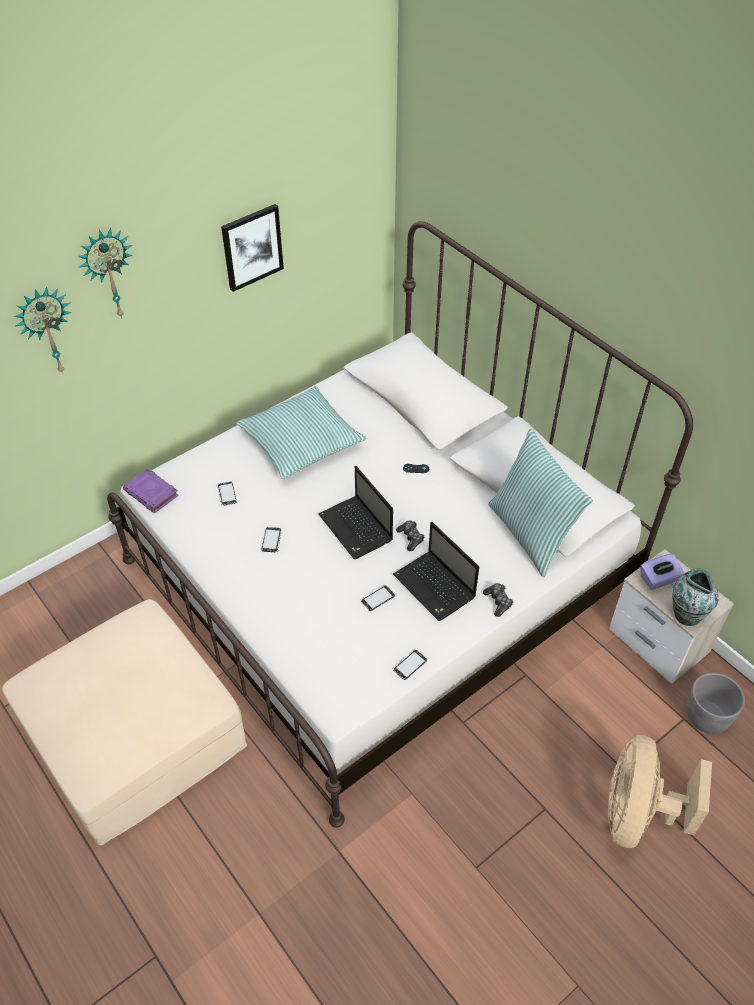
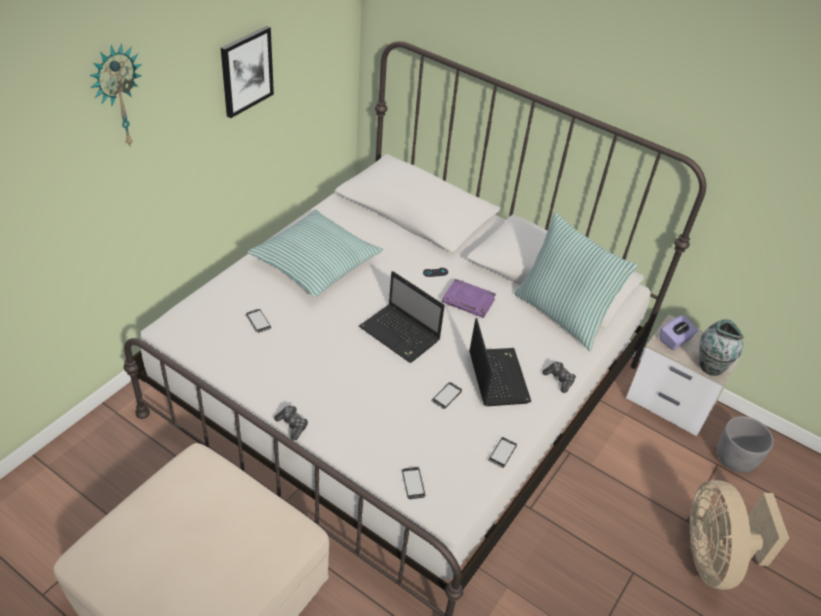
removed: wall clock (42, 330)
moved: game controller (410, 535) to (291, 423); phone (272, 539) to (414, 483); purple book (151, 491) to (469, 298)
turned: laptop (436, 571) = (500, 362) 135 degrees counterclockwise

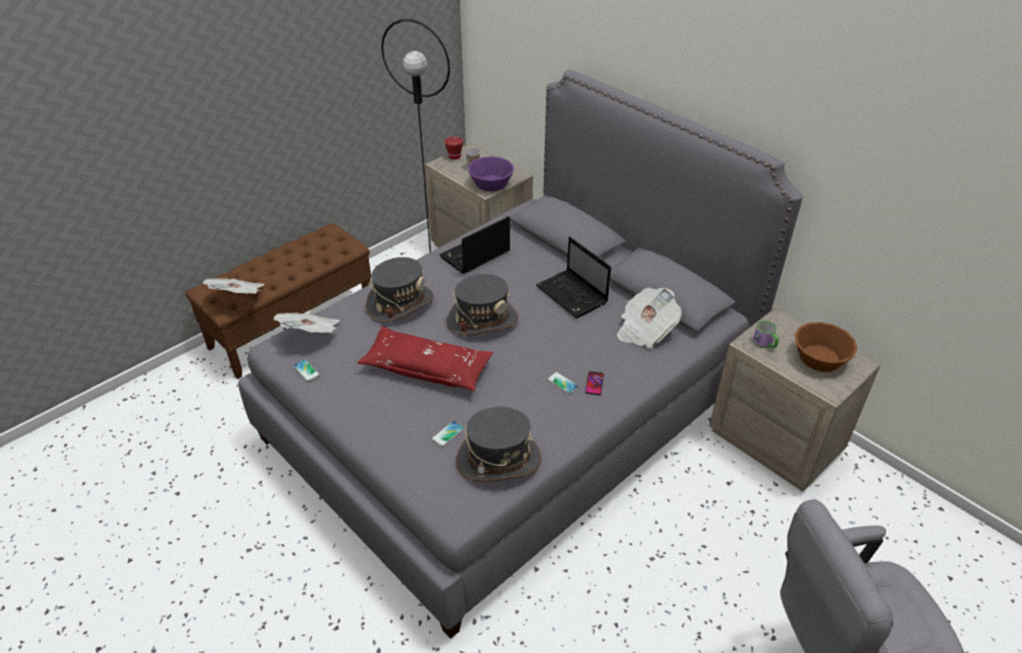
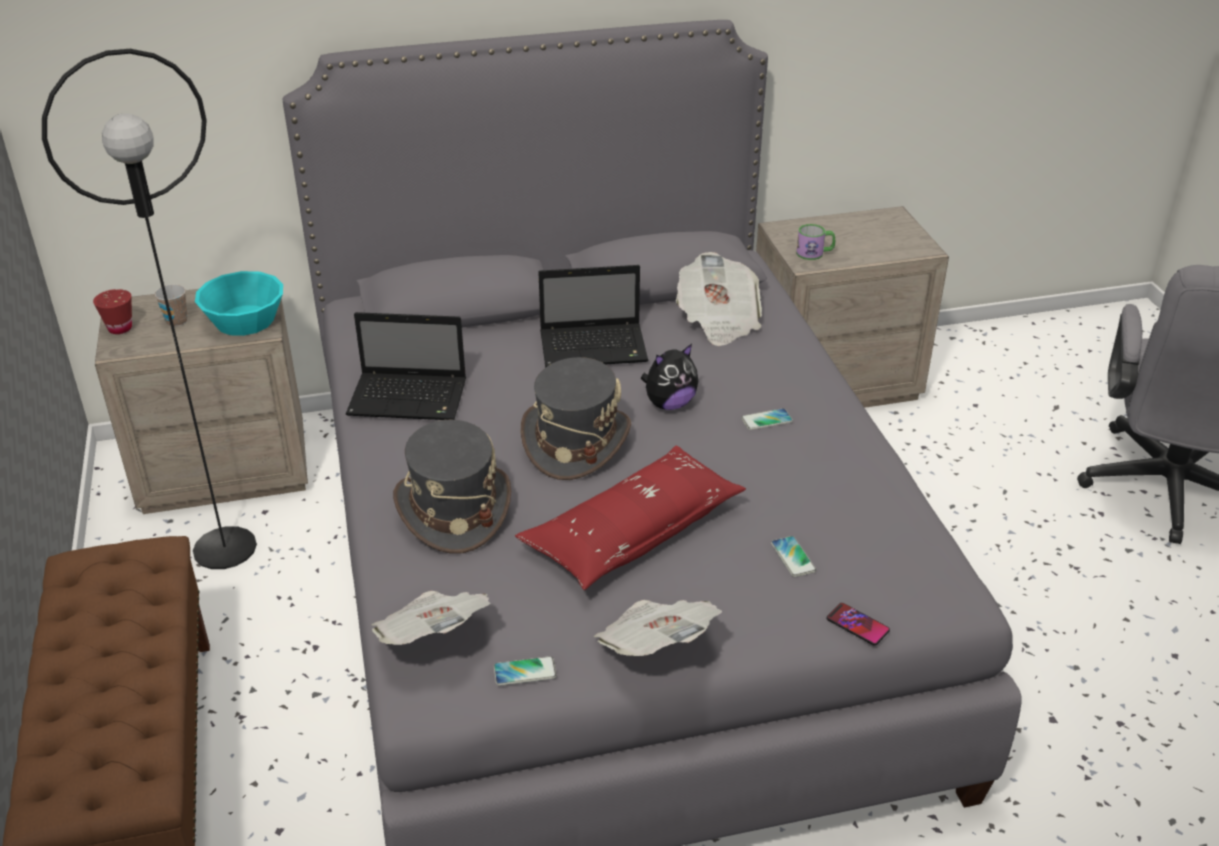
removed: grey hat (499, 444); brown bowl (826, 347)
added: plush toy (669, 377)
moved: newspaper (233, 286) to (658, 628); phone (594, 383) to (858, 624)
recoloured: purple bowl (491, 174) to turquoise bowl (239, 303)
turned: laptop (475, 245) = (406, 366) 75 degrees counterclockwise

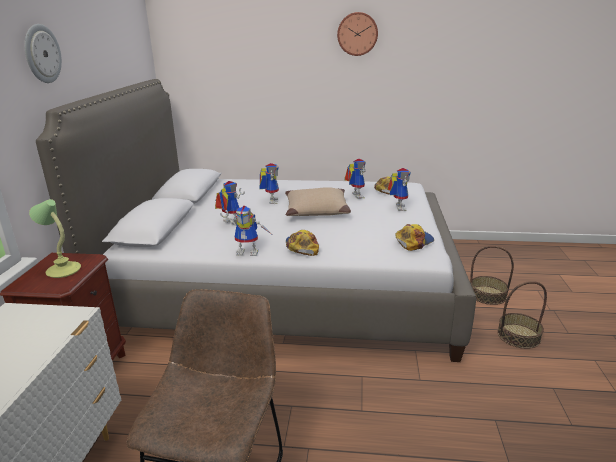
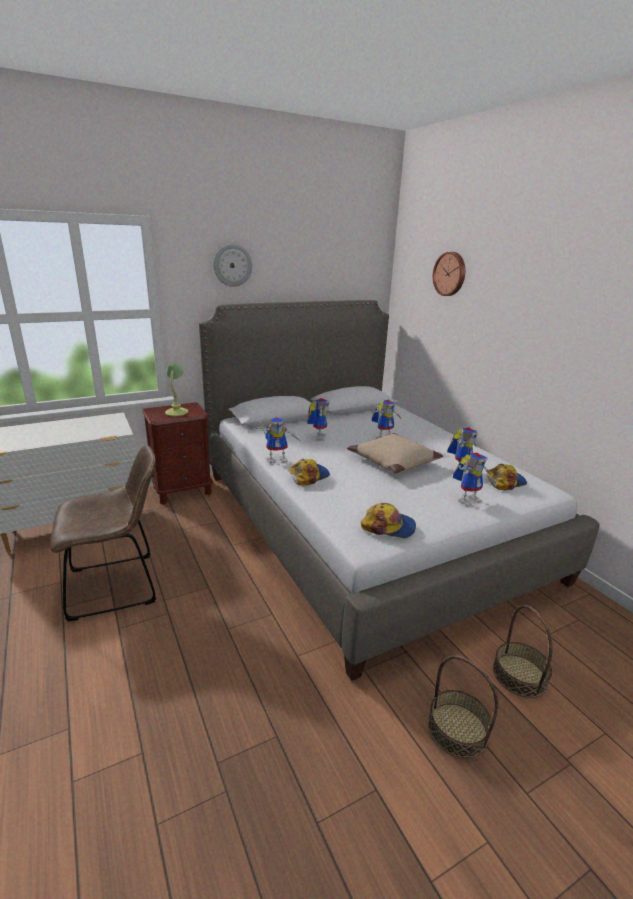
moved: wall clock (357, 34) to (449, 274)
turned: toy robot (246, 230) = (278, 440) 75 degrees counterclockwise

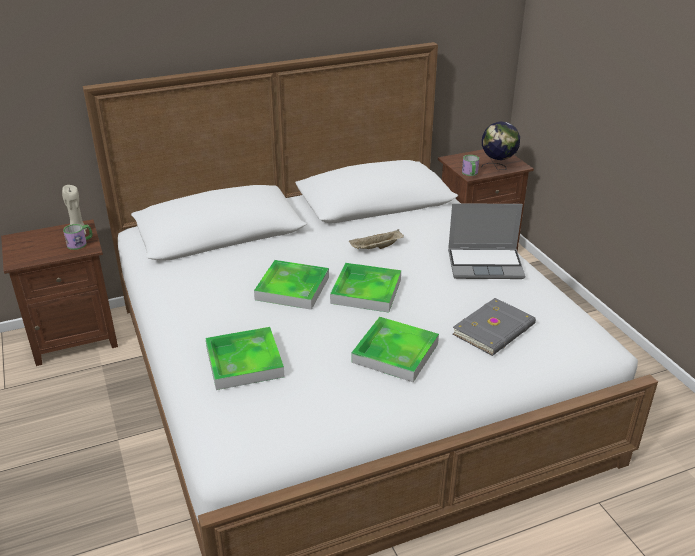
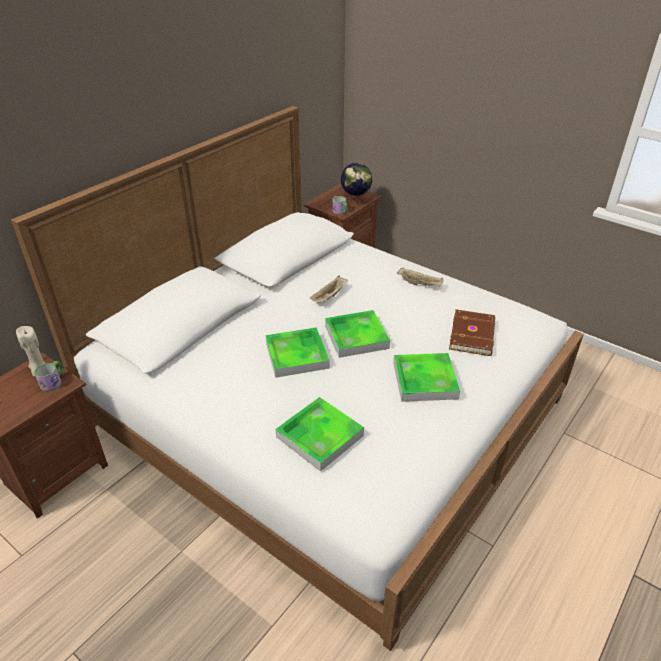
replaced: laptop (486, 241) to beige tray (420, 277)
recoloured: grey book (494, 327) to brown book (472, 332)

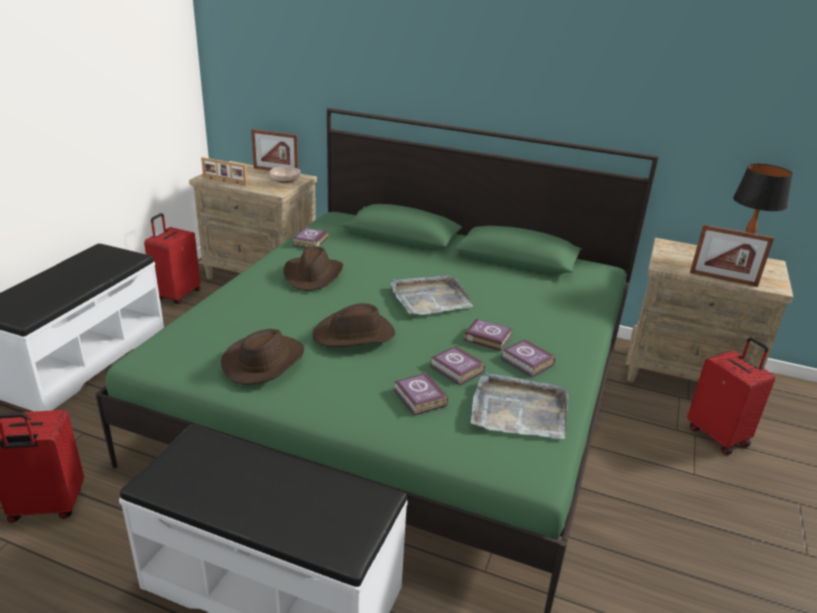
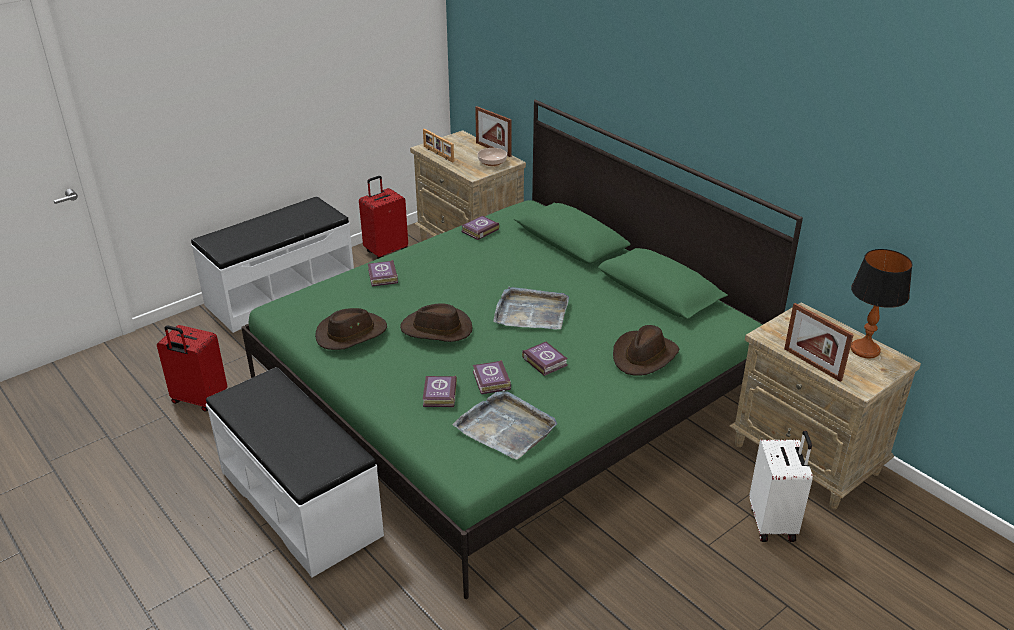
moved: book (528, 358) to (383, 273); brown hat (313, 268) to (646, 350)
recoloured: red suitcase (731, 396) to white suitcase (781, 486)

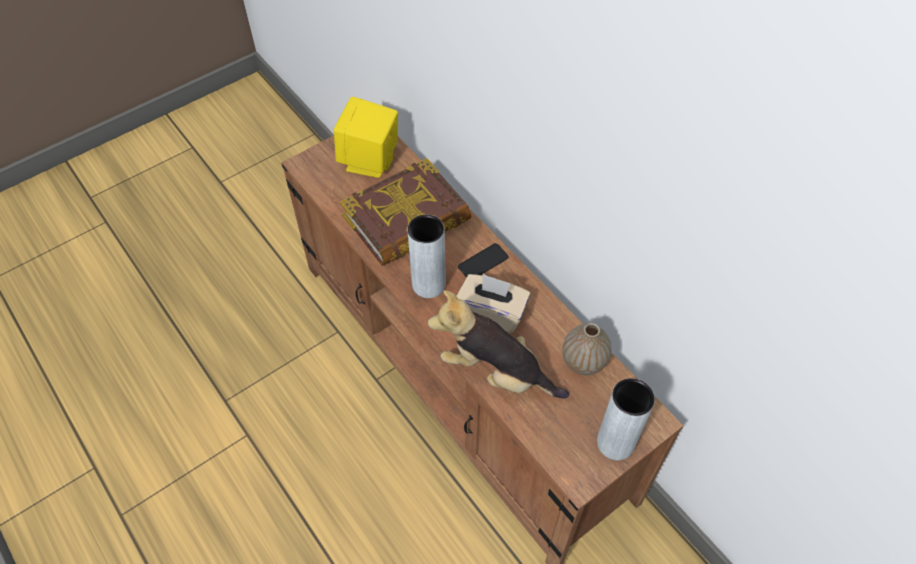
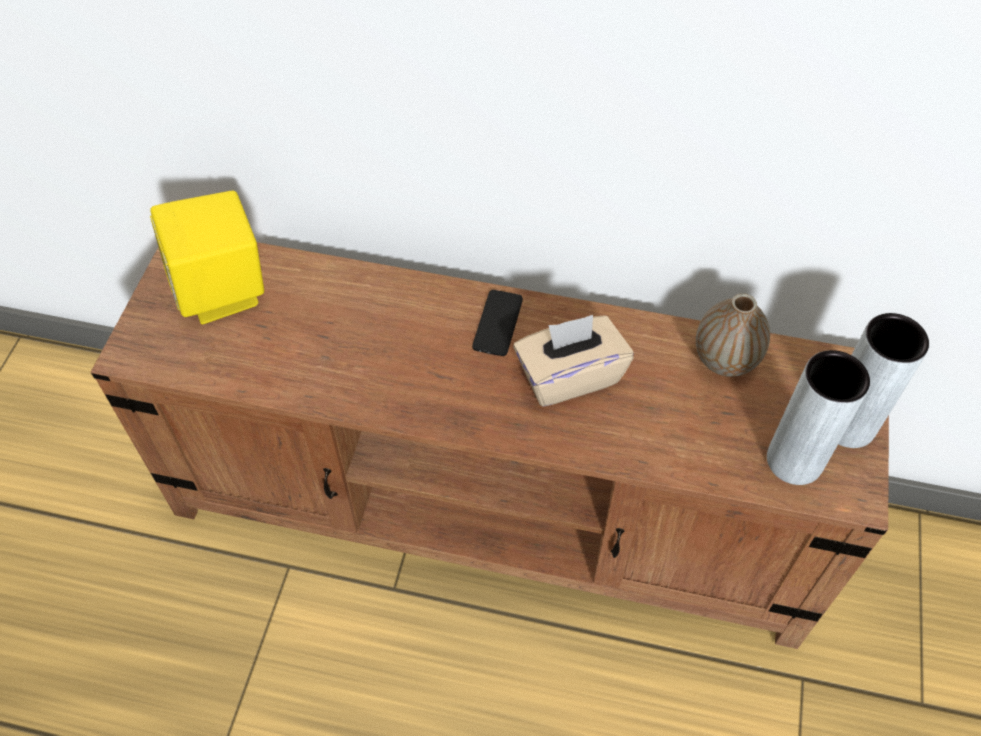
removed: book (406, 212); plush toy (498, 344)
moved: grey vase (426, 256) to (818, 417)

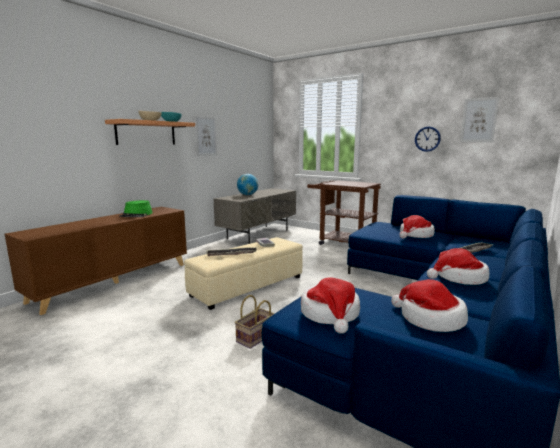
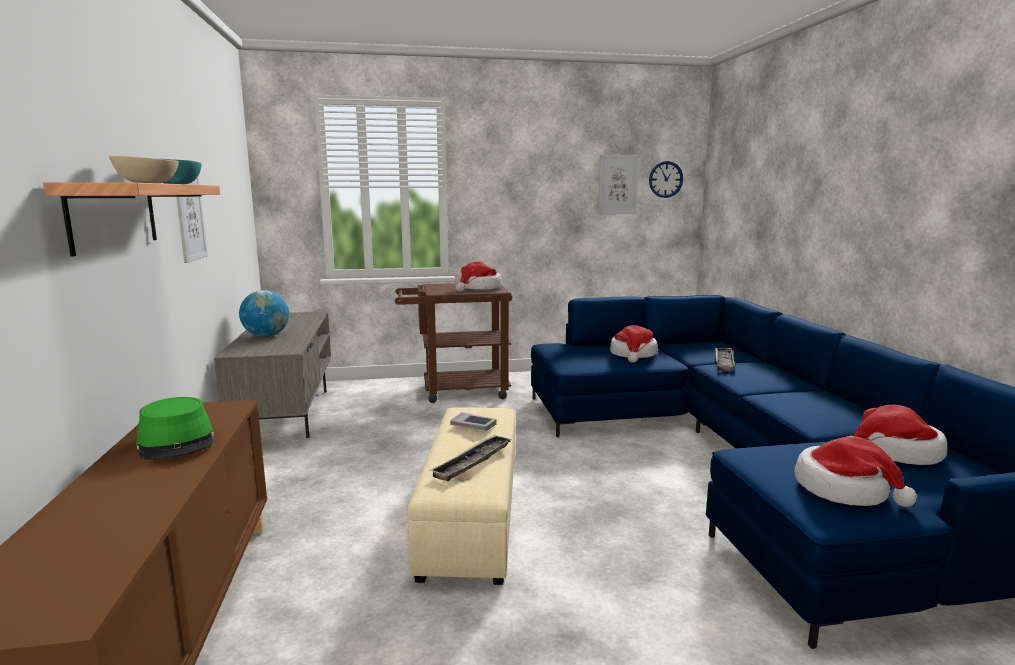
removed: basket (255, 322)
moved: hat (458, 266) to (479, 277); wall clock (428, 139) to (666, 179)

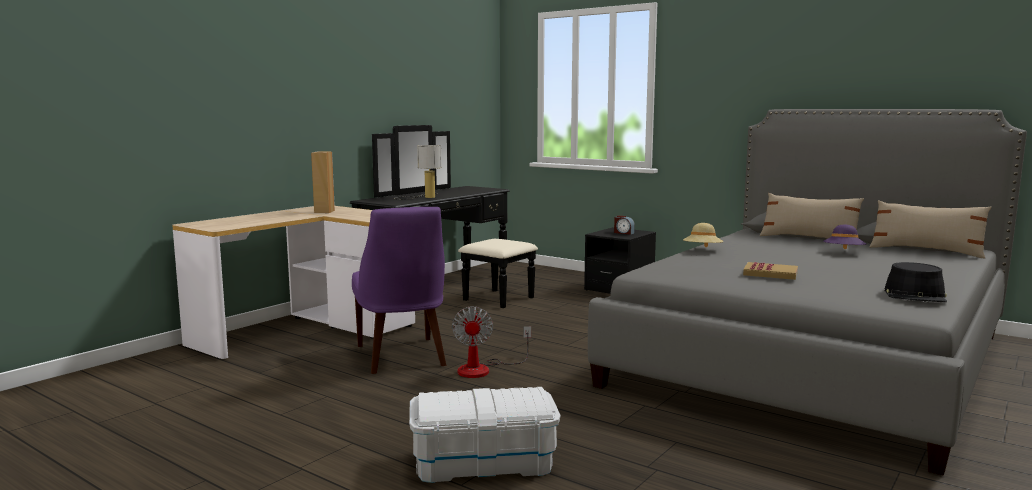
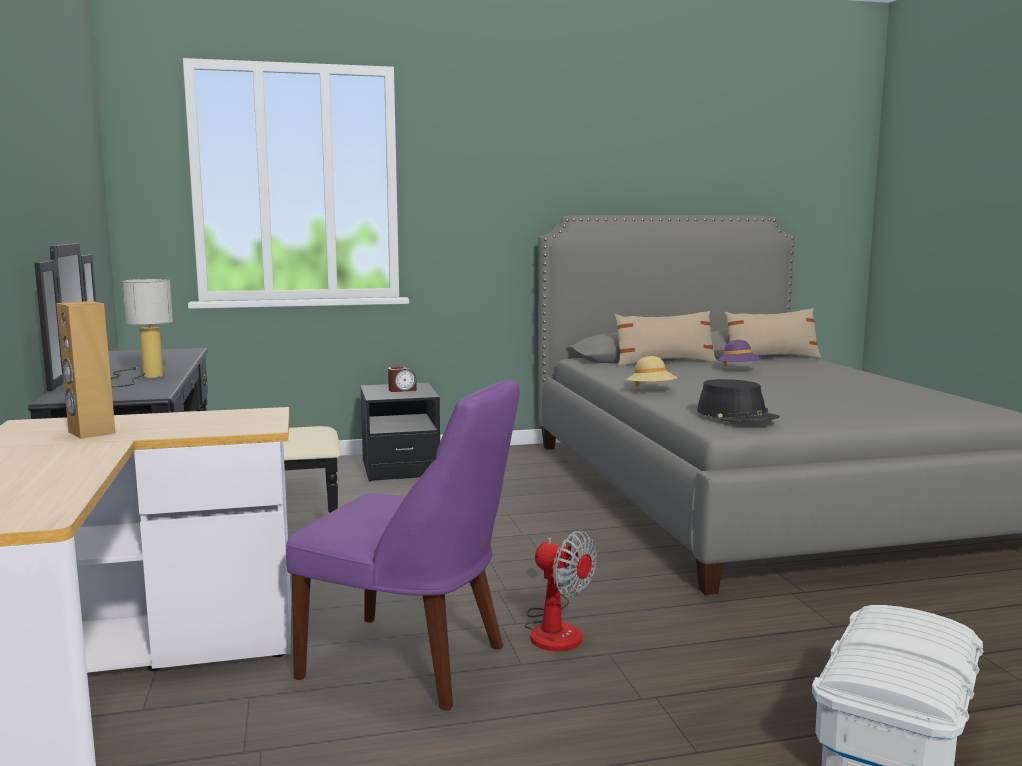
removed: book (770, 271)
moved: black hat (915, 282) to (738, 400)

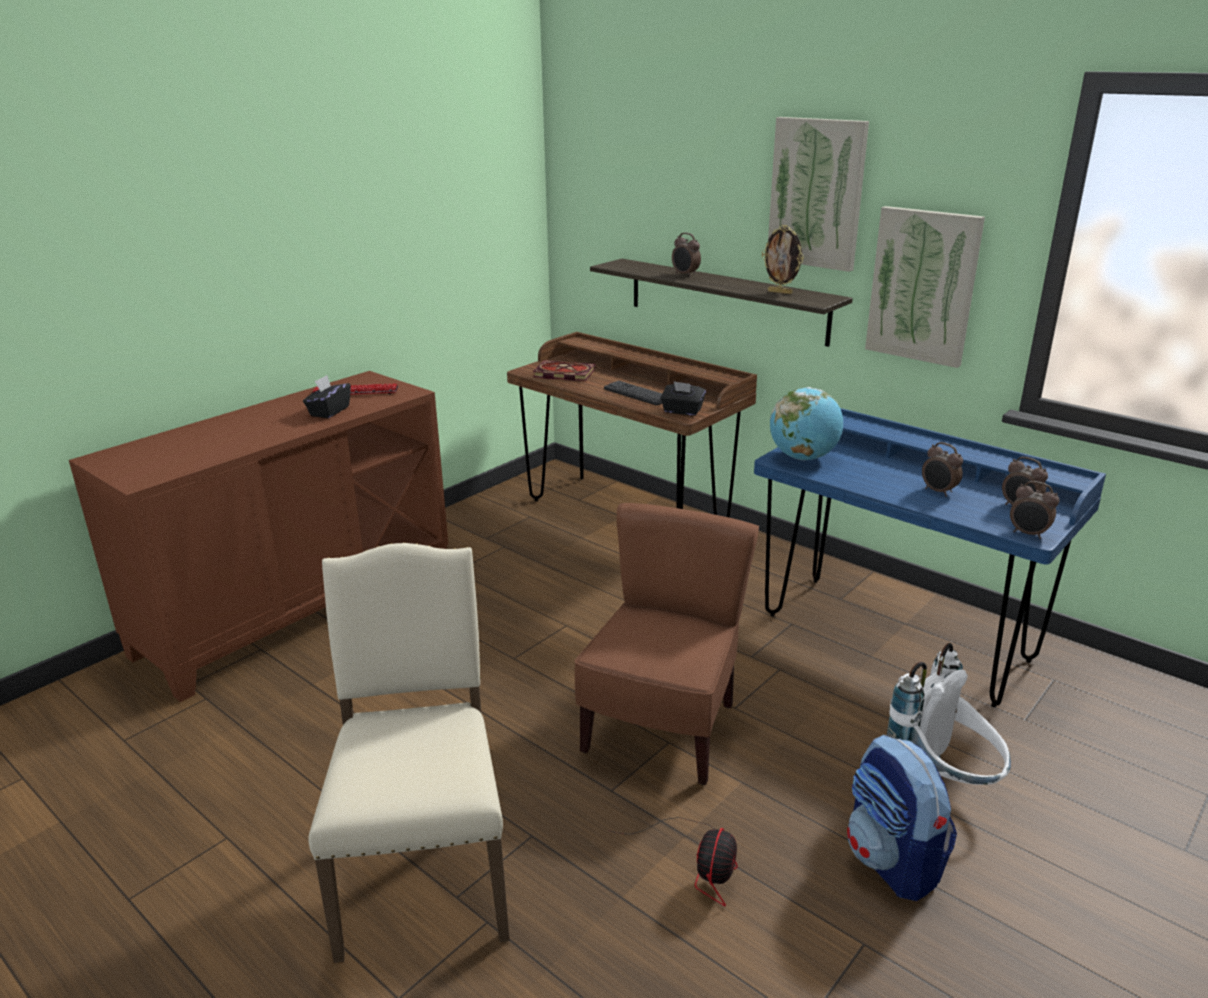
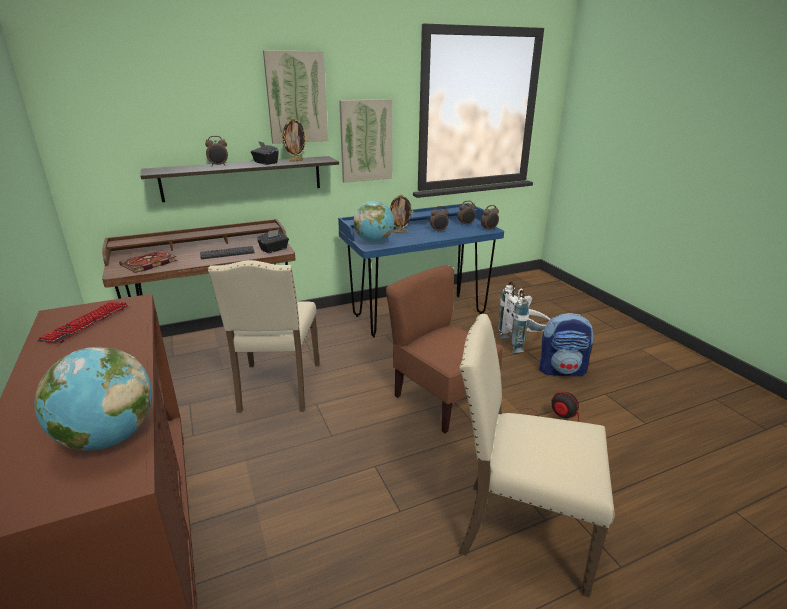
added: globe (93, 398); beige chair (263, 336); picture frame (401, 213)
moved: black tissue box (327, 396) to (265, 153)

